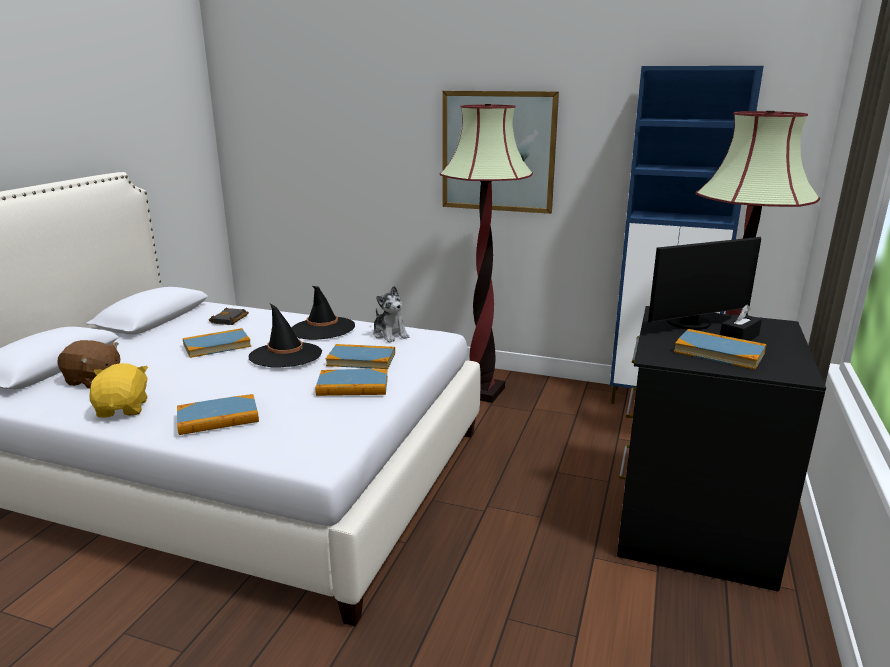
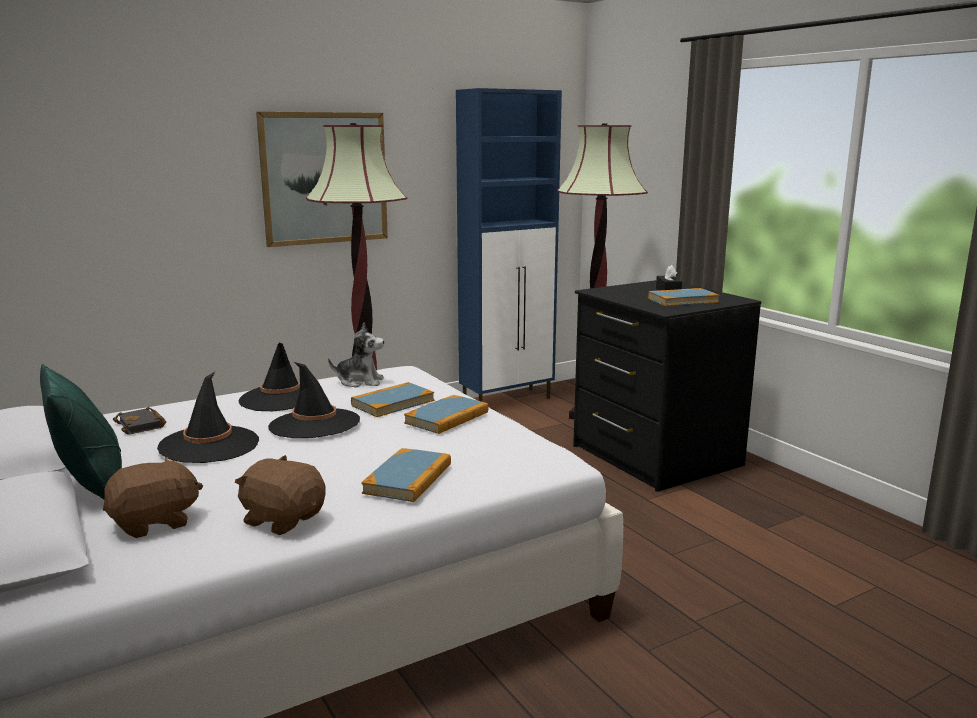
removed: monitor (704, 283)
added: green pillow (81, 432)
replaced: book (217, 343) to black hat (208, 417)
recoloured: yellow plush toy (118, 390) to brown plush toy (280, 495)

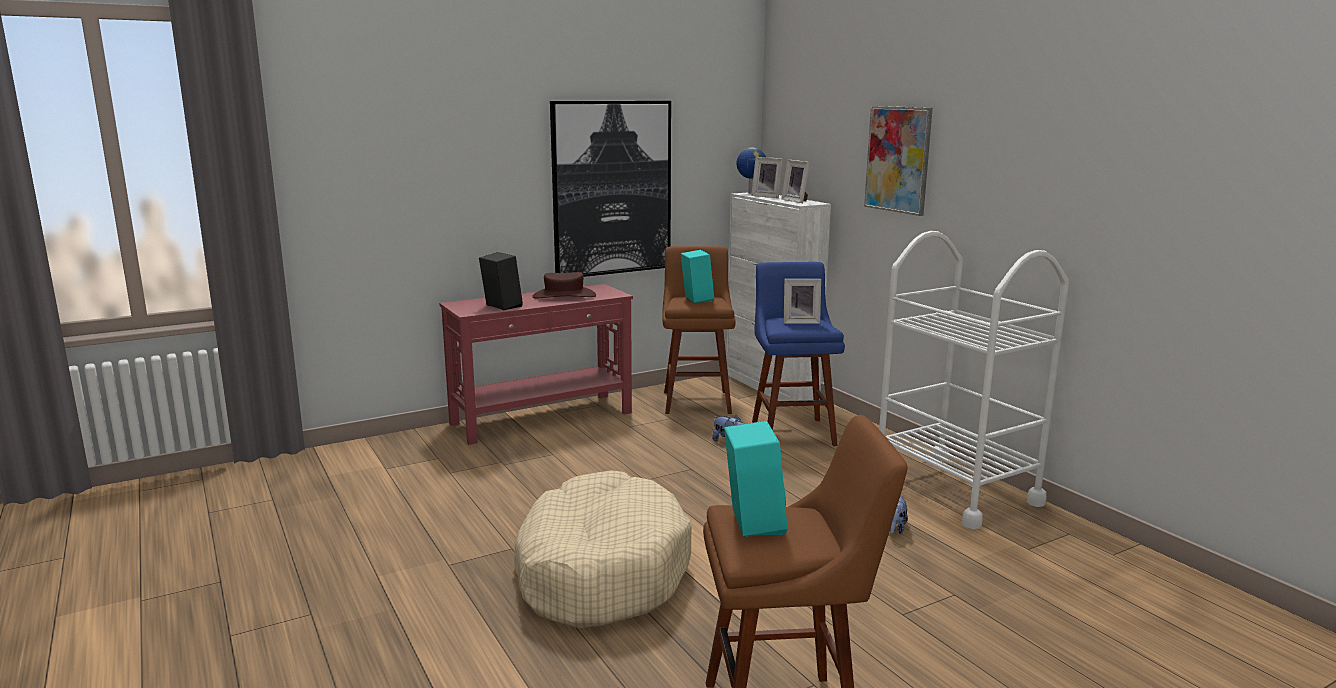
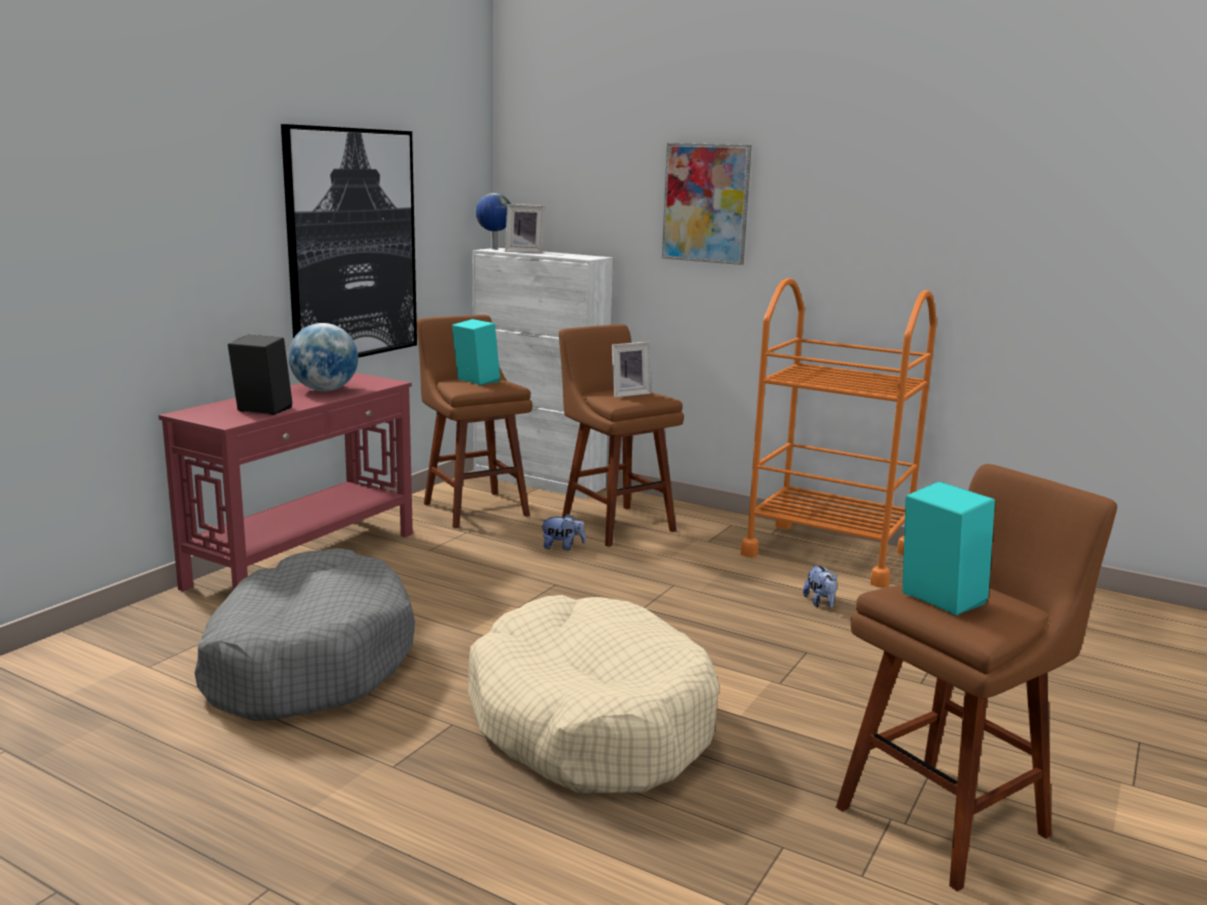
removed: picture frame (795, 181)
added: grey dog bed (305, 634)
replaced: brown hat (564, 285) to globe (323, 357)
recoloured: blue stool (798, 354) to brown stool (621, 435); white cart (974, 380) to orange cart (839, 433)

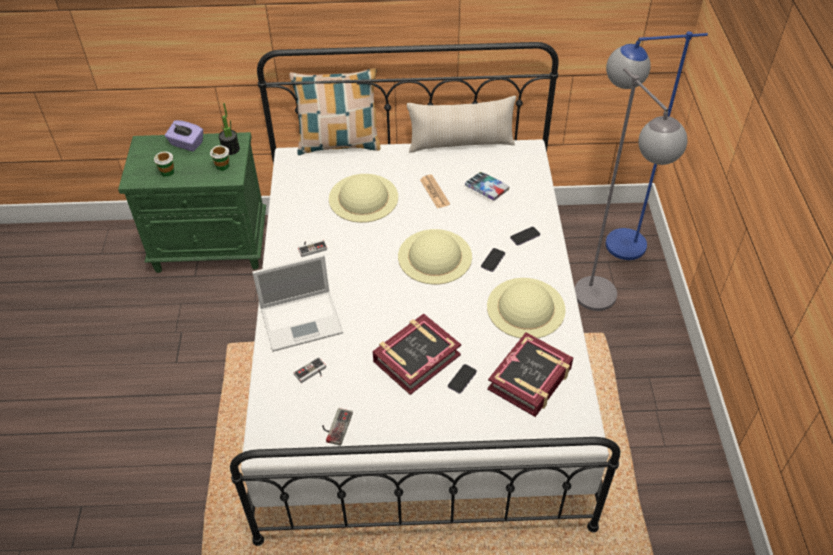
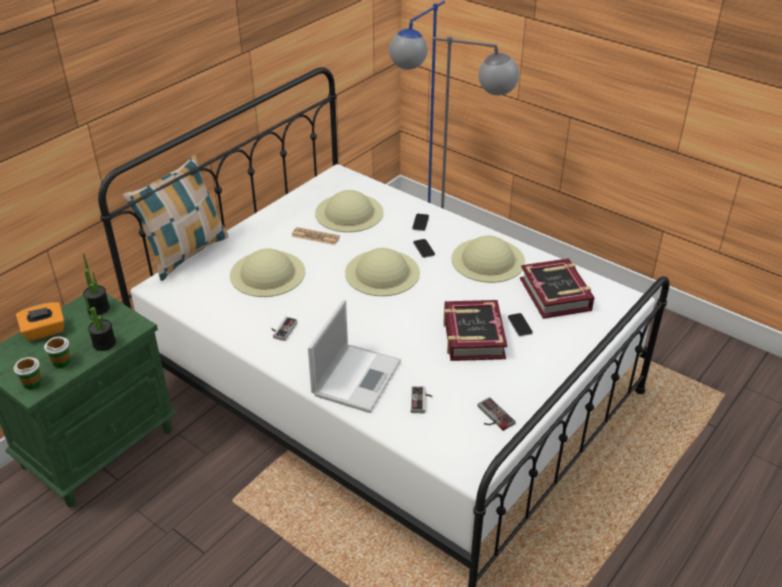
removed: beige pillow (461, 124)
added: potted plant (100, 322)
moved: cup (219, 158) to (27, 373)
replaced: book (487, 186) to beige hat (349, 211)
recoloured: purple tissue box (184, 135) to orange tissue box (40, 321)

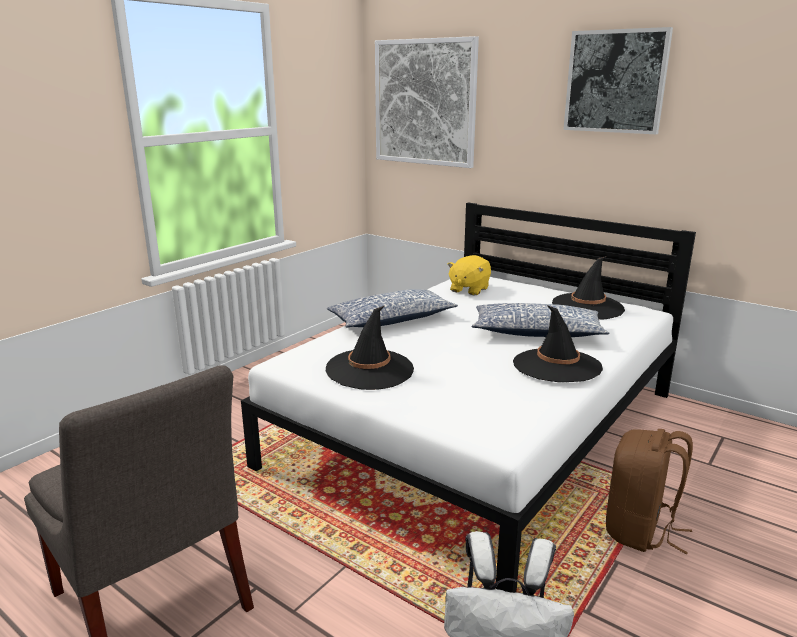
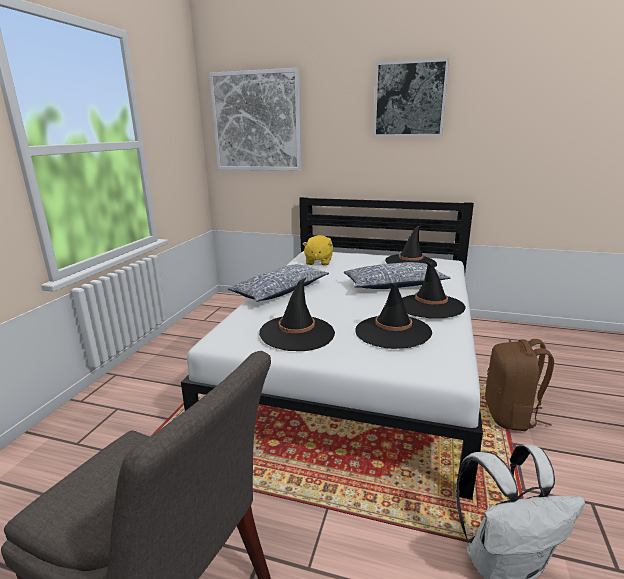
added: black hat (393, 316)

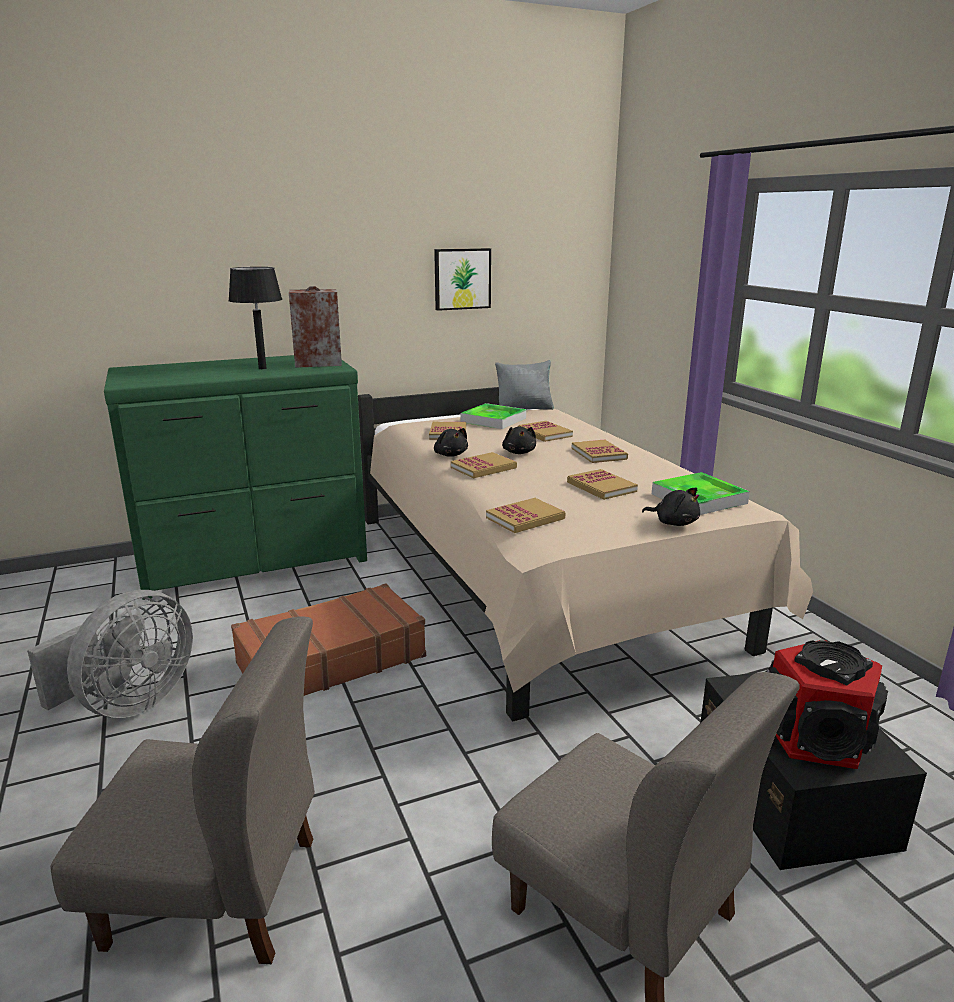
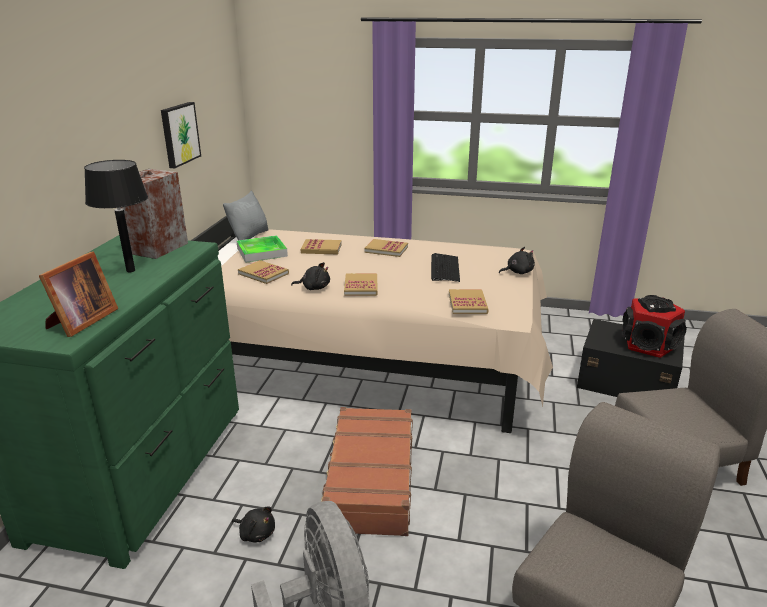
removed: tray (701, 493)
added: picture frame (78, 294)
moved: black plush toy (519, 440) to (253, 524)
replaced: book (602, 484) to keyboard (445, 267)

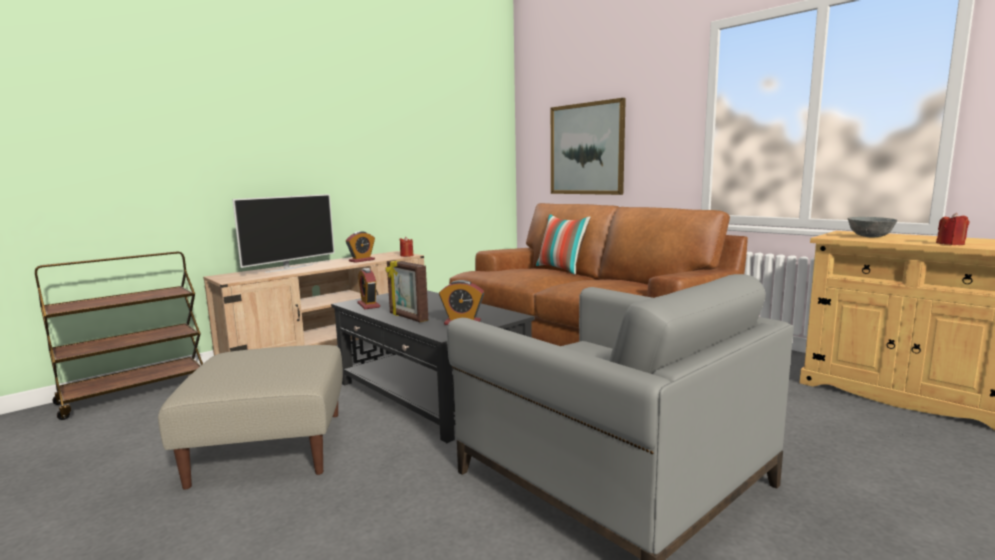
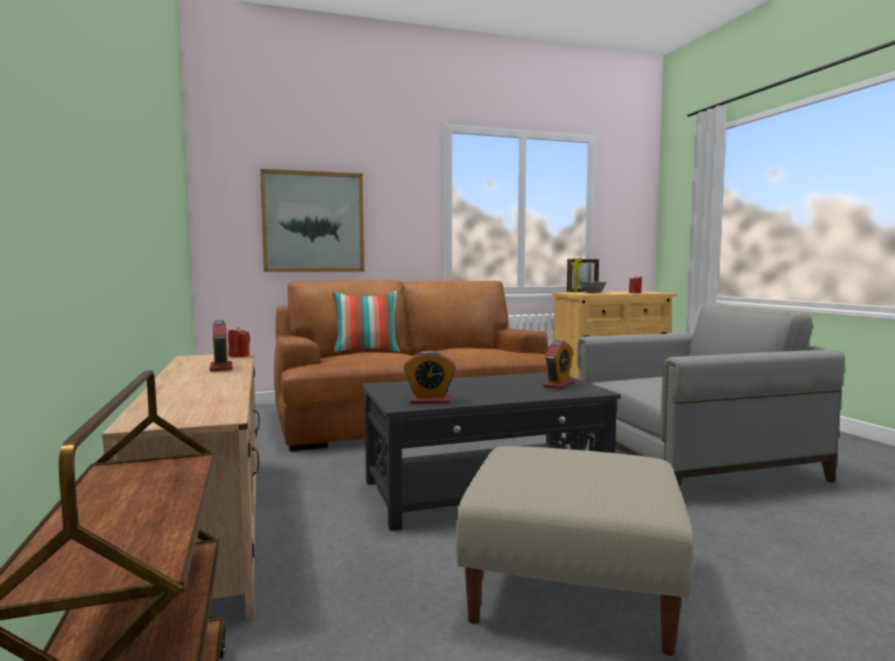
removed: television (283, 233)
moved: picture frame (407, 291) to (583, 275)

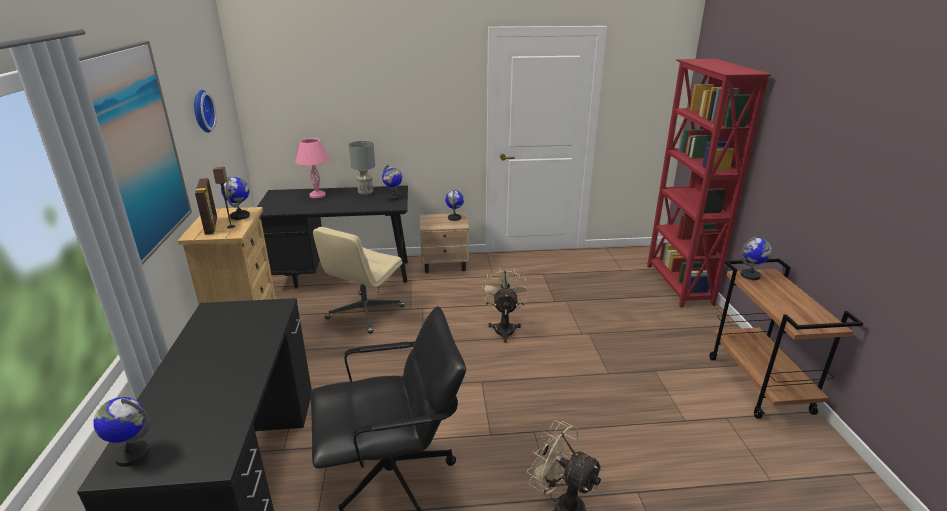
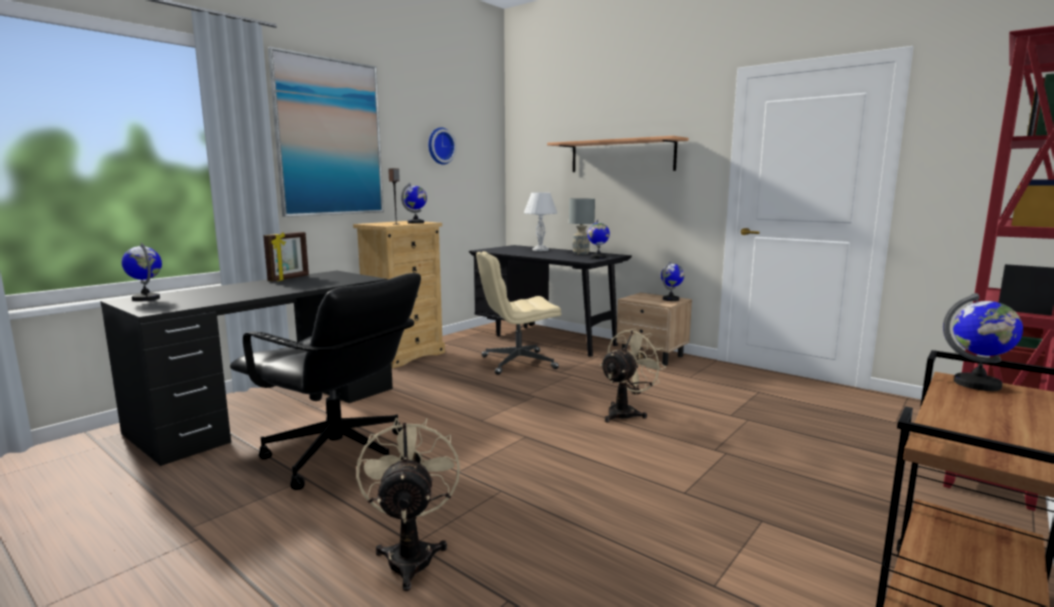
added: shelf (618, 154)
moved: picture frame (206, 206) to (286, 256)
recoloured: pink table lamp (312, 168) to white table lamp (540, 221)

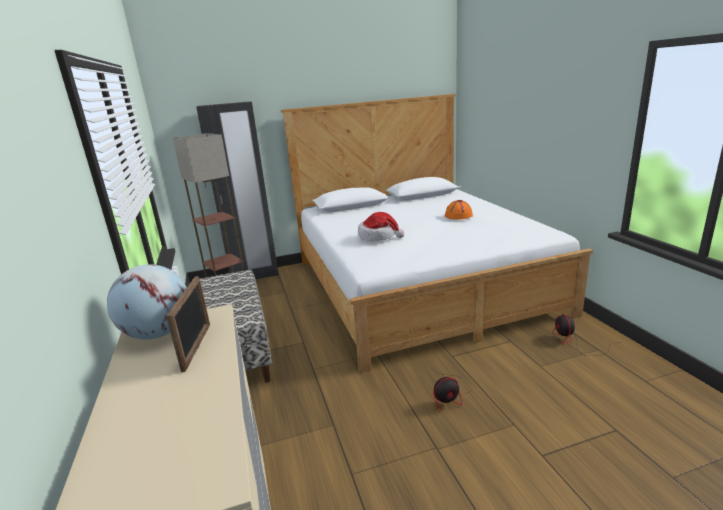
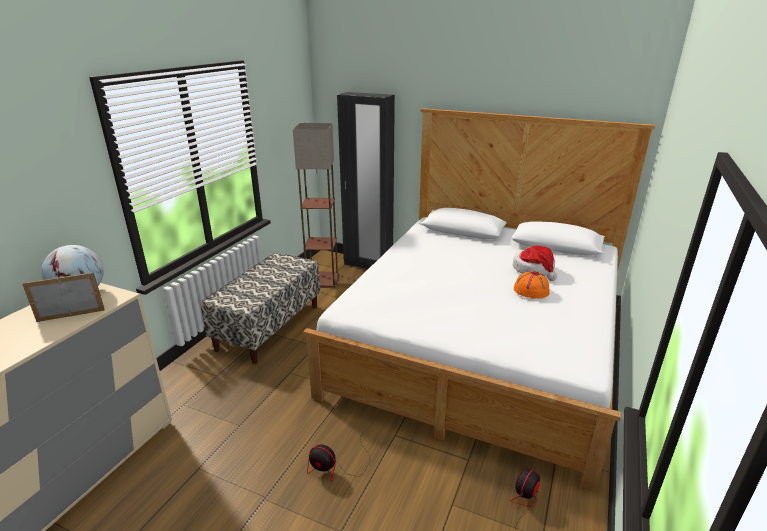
moved: hat (381, 226) to (535, 263)
turned: picture frame (188, 324) = (63, 297) 150 degrees counterclockwise

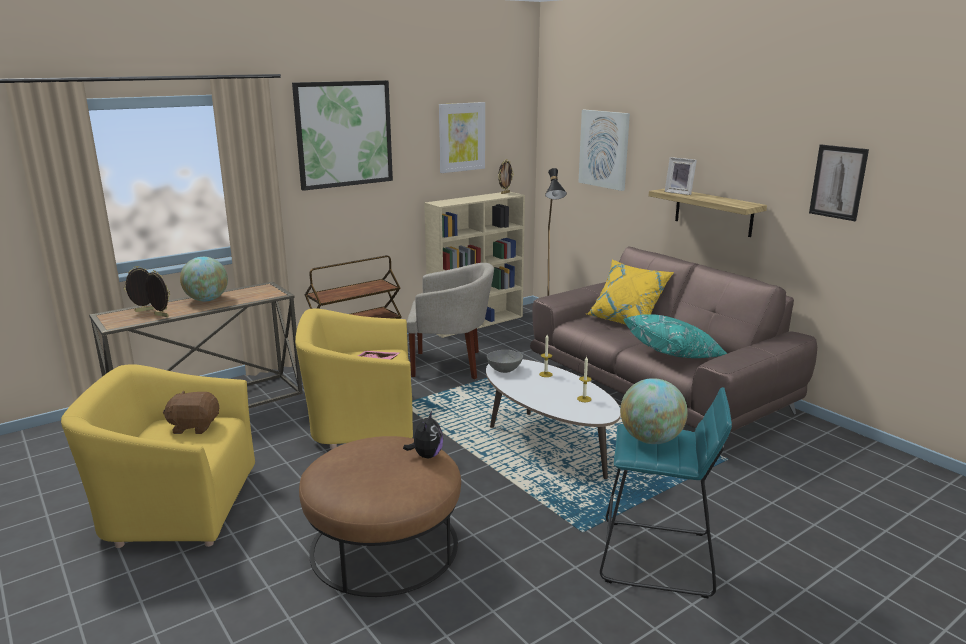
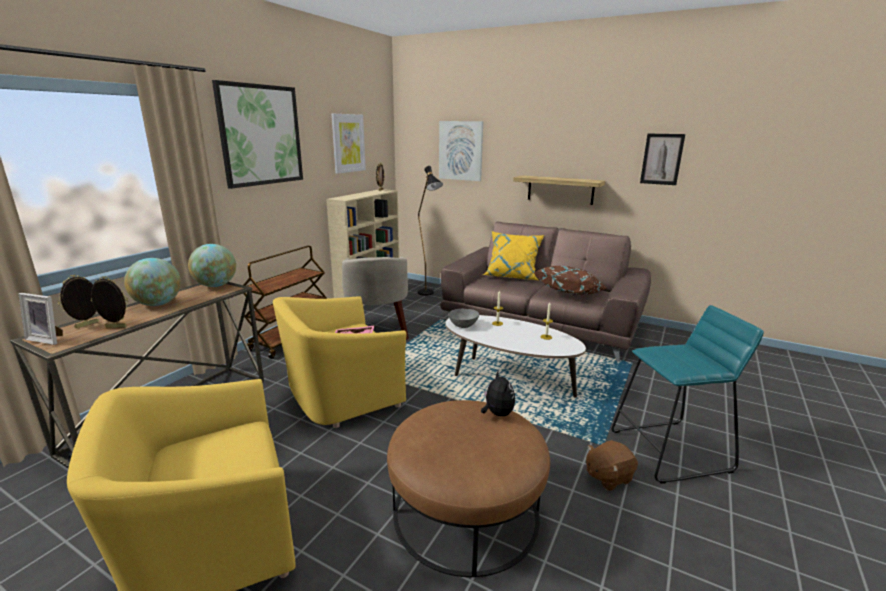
moved: picture frame (681, 176) to (41, 319); globe (654, 411) to (212, 265); brown plush toy (191, 412) to (612, 465)
recoloured: turquoise pillow (675, 336) to brown pillow (570, 280)
turned: beige armchair (450, 321) = (375, 298) 105 degrees clockwise

